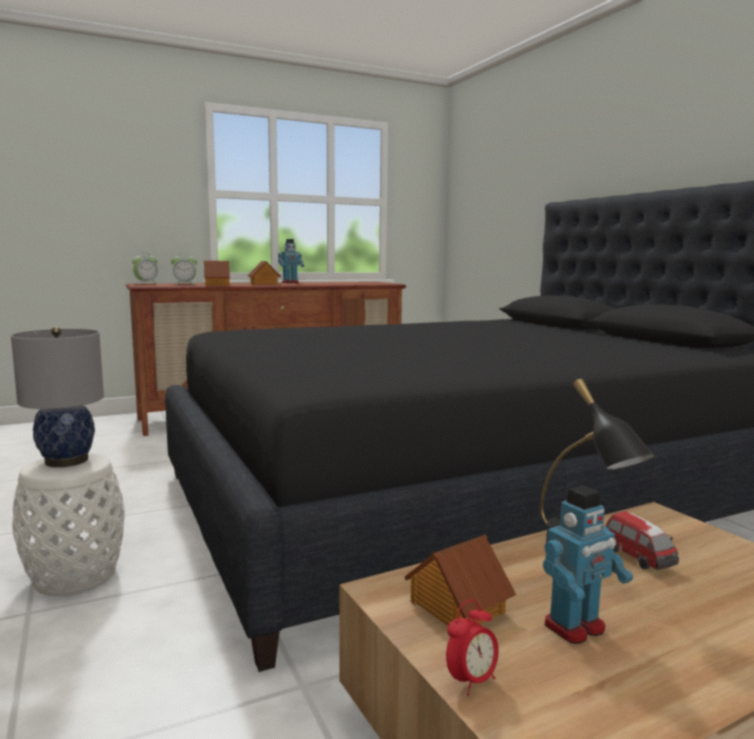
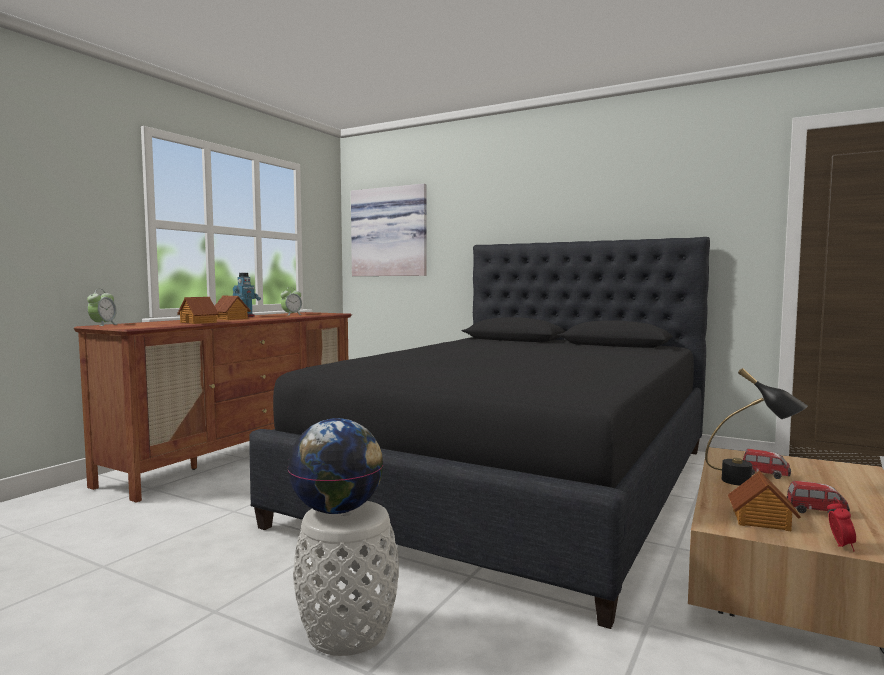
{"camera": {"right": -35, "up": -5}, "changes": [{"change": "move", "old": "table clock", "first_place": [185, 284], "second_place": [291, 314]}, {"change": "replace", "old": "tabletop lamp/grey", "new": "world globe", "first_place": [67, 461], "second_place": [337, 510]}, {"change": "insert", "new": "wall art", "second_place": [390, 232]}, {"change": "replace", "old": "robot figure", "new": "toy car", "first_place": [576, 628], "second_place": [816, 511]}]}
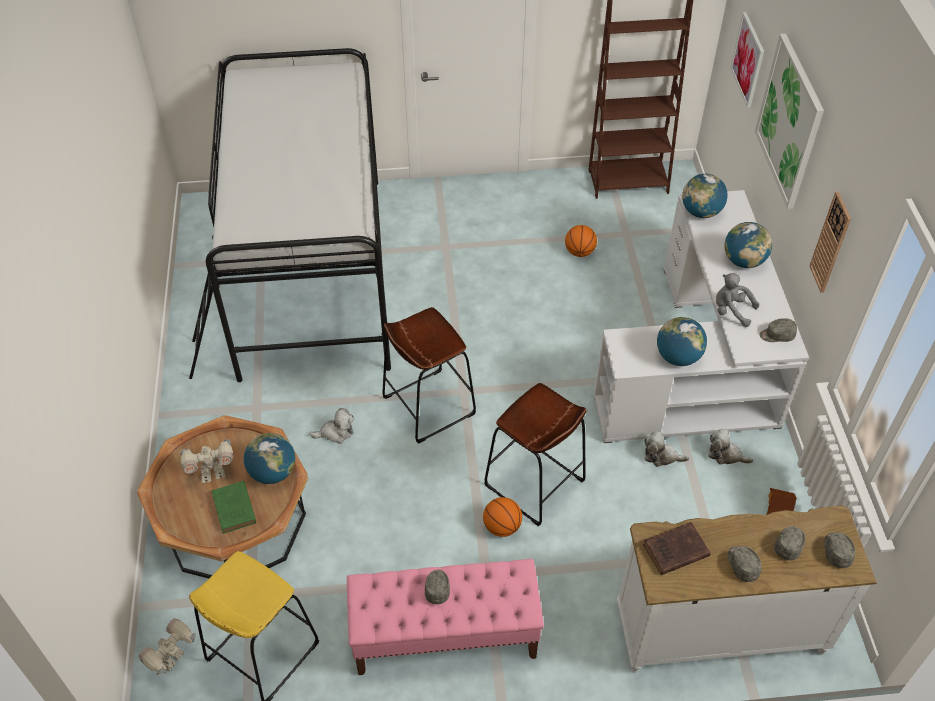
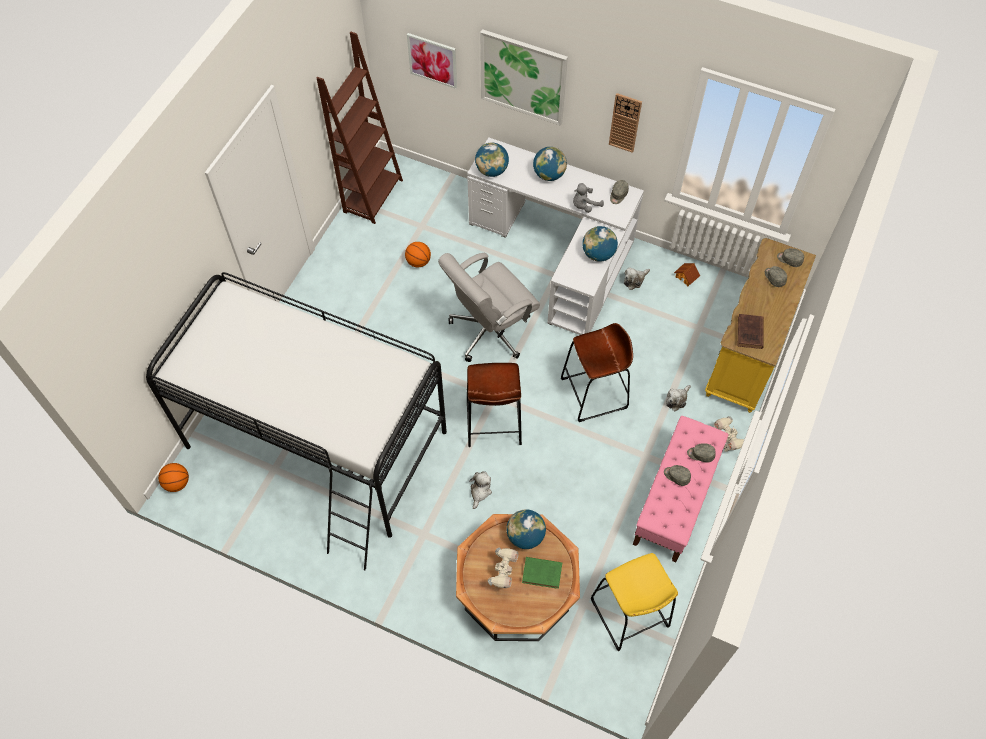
{"camera": {"right": -60, "up": 10}, "changes": [{"change": "move", "old": "ball for basketball", "first_place": [502, 527], "second_place": [177, 483]}, {"change": "insert", "new": "office chair/grey", "second_place": [490, 330]}, {"change": "move", "old": "cuddly toy", "first_place": [661, 456], "second_place": [677, 399]}, {"change": "move", "old": "peaked cap/grey", "first_place": [742, 565], "second_place": [700, 454]}, {"change": "recolor", "old": "chest of drawers/whitish", "new": "chest of drawers/yellow", "first_place": [718, 630], "second_place": [746, 355]}, {"change": "move", "old": "robot figure", "first_place": [174, 660], "second_place": [725, 443]}]}
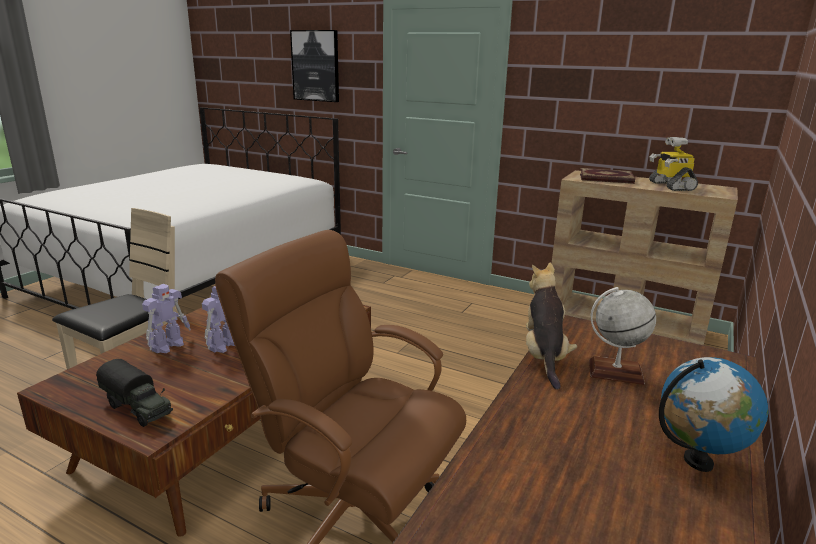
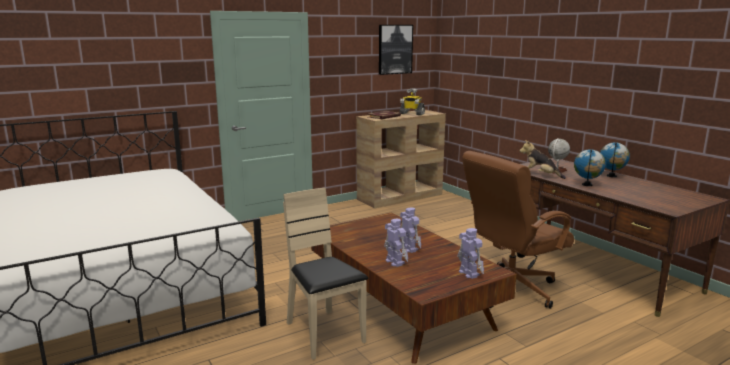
{"camera": {"right": -60, "up": -5}, "changes": [{"change": "move", "old": "wall art", "first_place": [316, 66], "second_place": [395, 49]}, {"change": "replace", "old": "model truck", "new": "robot figure", "first_place": [138, 408], "second_place": [468, 273]}, {"change": "insert", "new": "world globe", "second_place": [587, 185]}]}
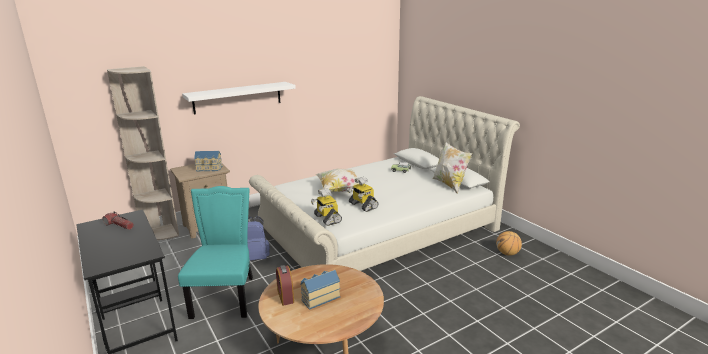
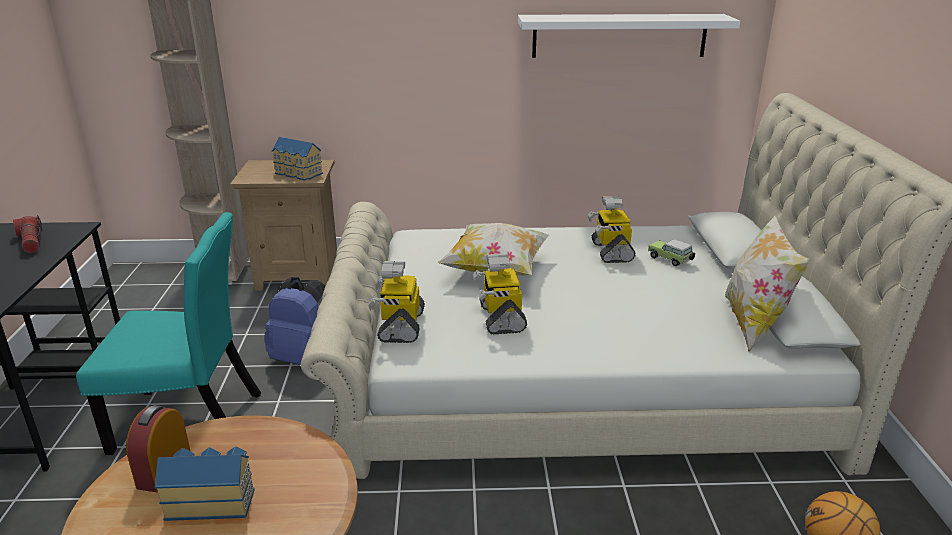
{"camera": {"right": 30, "up": 5}, "changes": [{"change": "rotate", "old": "upright chair/turquoise-coloured", "first_place": [225, 298], "second_place": [186, 420], "degrees": 60}, {"change": "move", "old": "wall shelf/whitish", "first_place": [238, 97], "second_place": [619, 35]}, {"change": "insert", "new": "robot figure", "second_place": [610, 251]}]}
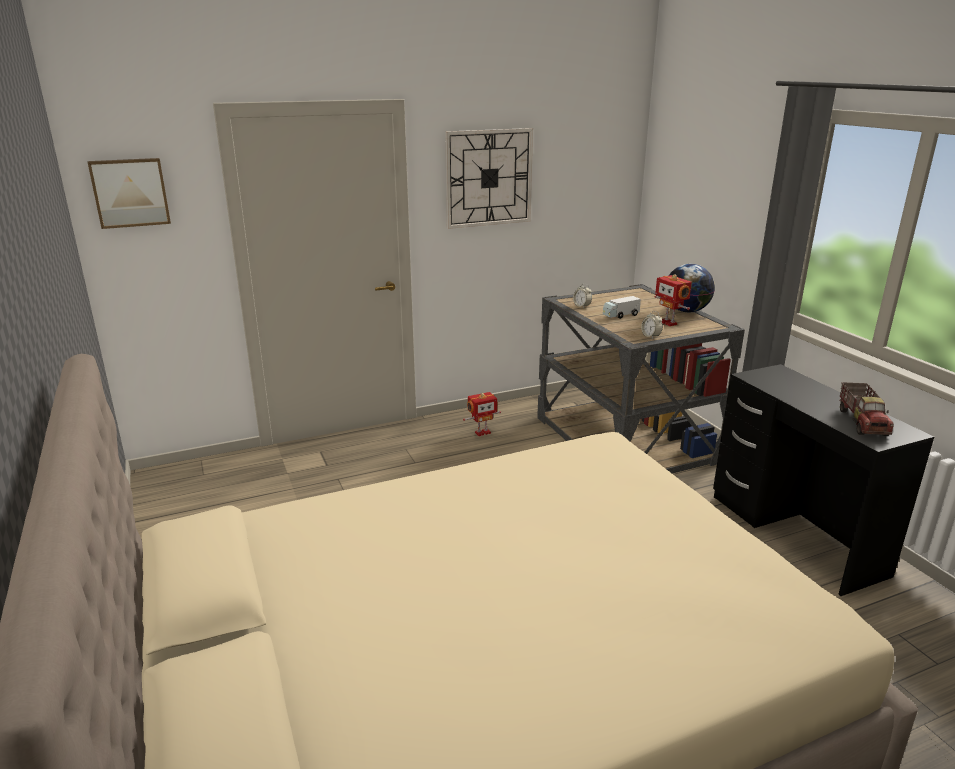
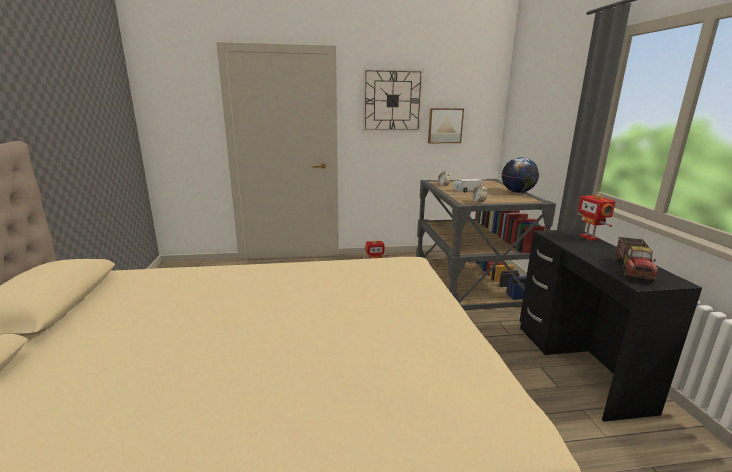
{"camera": {"right": 15, "up": -5}, "changes": [{"change": "move", "old": "wall art", "first_place": [130, 192], "second_place": [445, 125]}, {"change": "move", "old": "robot figure", "first_place": [669, 323], "second_place": [589, 237]}]}
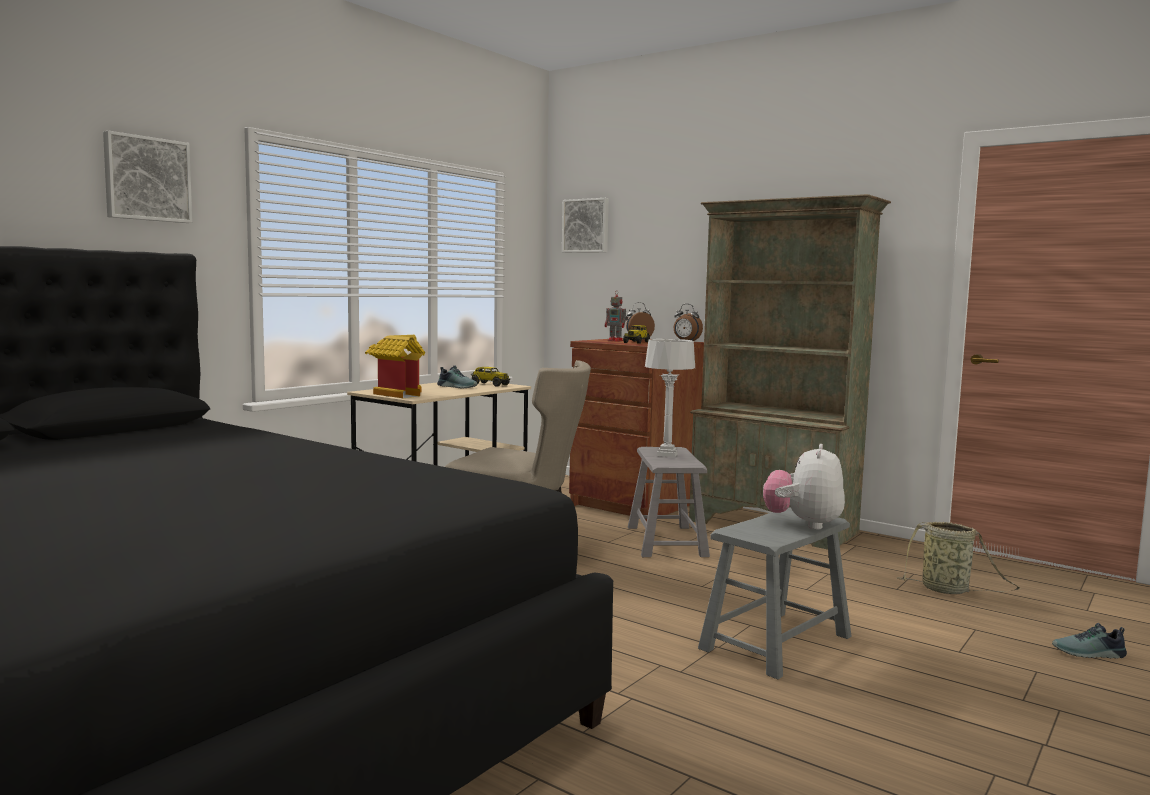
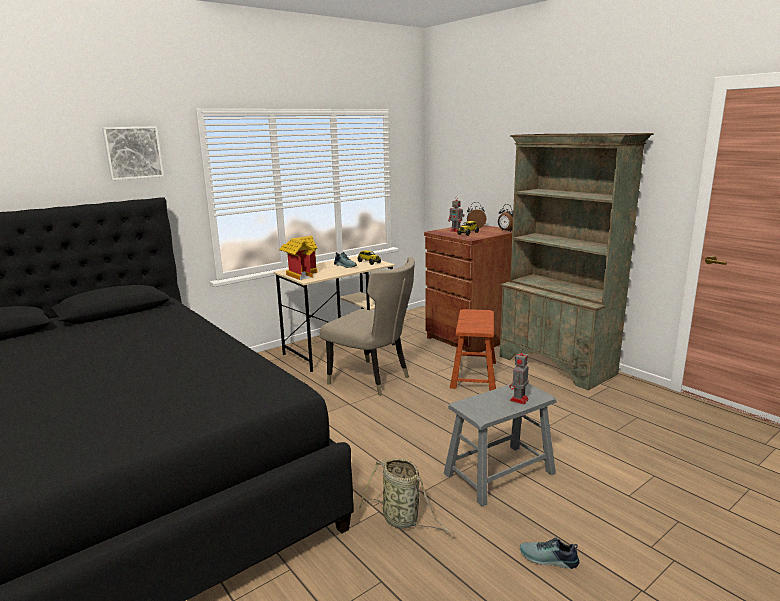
{"camera": {"right": 15, "up": 10}, "changes": [{"change": "move", "old": "household basket", "first_place": [948, 590], "second_place": [403, 520]}, {"change": "recolor", "old": "stool/grey", "new": "stool/brown-coloured", "first_place": [666, 541], "second_place": [473, 374]}, {"change": "replace", "old": "cuddly toy", "new": "robot figure", "first_place": [803, 524], "second_place": [518, 400]}, {"change": "move", "old": "item of footwear", "first_place": [1089, 654], "second_place": [548, 559]}, {"change": "delete", "old": "wall art", "first_place": [586, 226]}, {"change": "delete", "old": "tabletop lamp/grey", "first_place": [666, 454]}]}
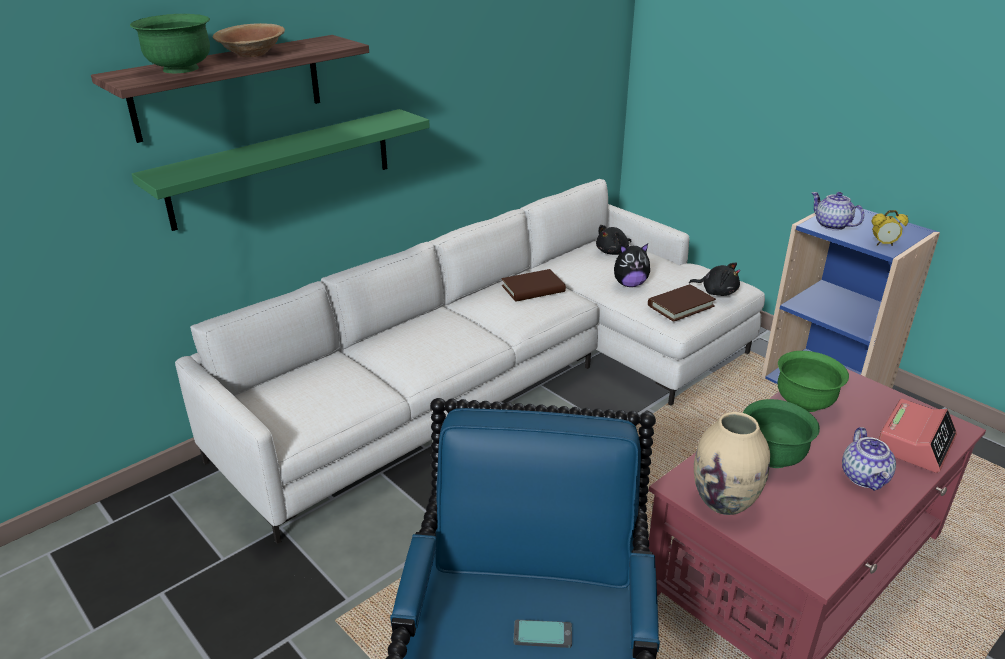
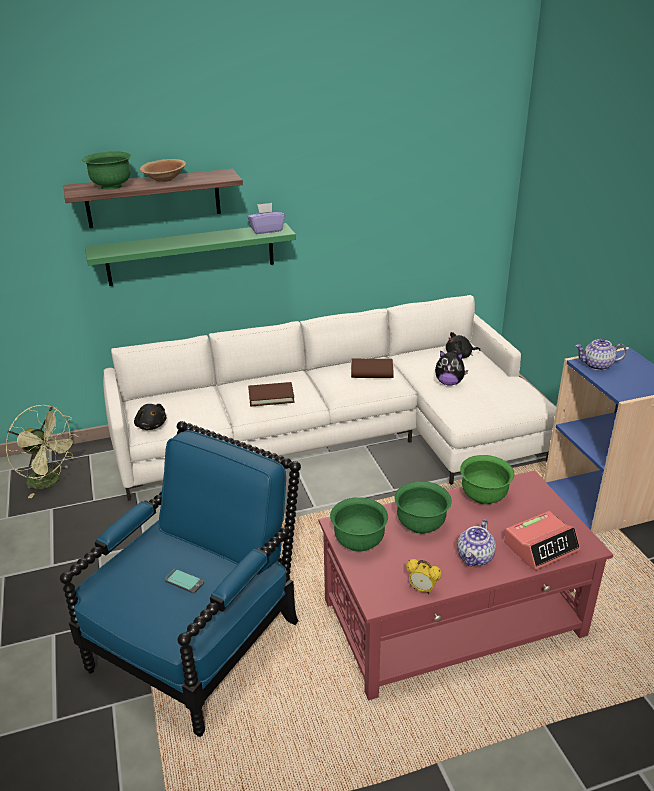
{"camera": {"right": 25, "up": 0}, "changes": [{"change": "insert", "new": "cooling fan/greenish", "second_place": [50, 481]}, {"change": "move", "old": "cuddly toy/blackish", "first_place": [717, 292], "second_place": [151, 425]}, {"change": "insert", "new": "box of tissues/purple-coloured", "second_place": [266, 230]}, {"change": "move", "old": "bound book/brown-coloured", "first_place": [680, 306], "second_place": [271, 396]}, {"change": "replace", "old": "vase/beige", "new": "bowl/greenish", "first_place": [725, 501], "second_place": [359, 542]}, {"change": "move", "old": "table clock", "first_place": [883, 244], "second_place": [422, 589]}, {"change": "rotate", "old": "teapot", "first_place": [831, 225], "second_place": [597, 365], "degrees": -75}]}
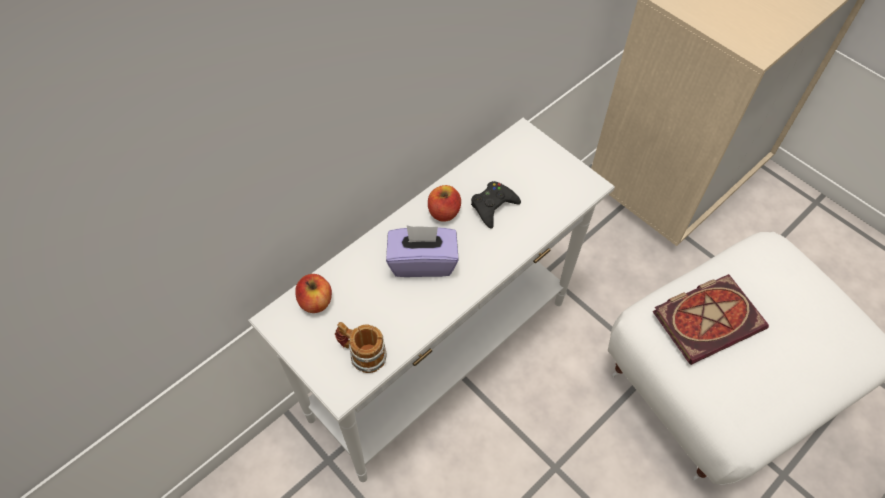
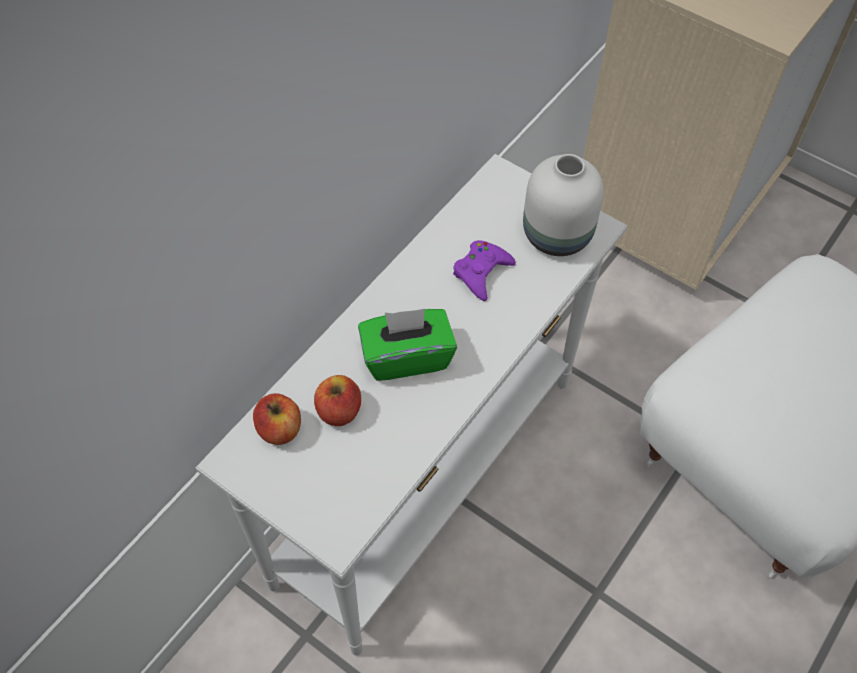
{"camera": {"right": -10, "up": 0}, "changes": [{"change": "move", "old": "apple fruit", "first_place": [444, 212], "second_place": [339, 411]}, {"change": "recolor", "old": "box of tissues/purple-coloured", "new": "box of tissues/greenish", "first_place": [422, 262], "second_place": [407, 357]}, {"change": "recolor", "old": "gamepad/blackish", "new": "gamepad/purple-coloured", "first_place": [493, 206], "second_place": [481, 272]}, {"change": "insert", "new": "vase/whitish", "second_place": [559, 235]}, {"change": "delete", "old": "mug", "first_place": [362, 354]}, {"change": "delete", "old": "bound book", "first_place": [709, 318]}]}
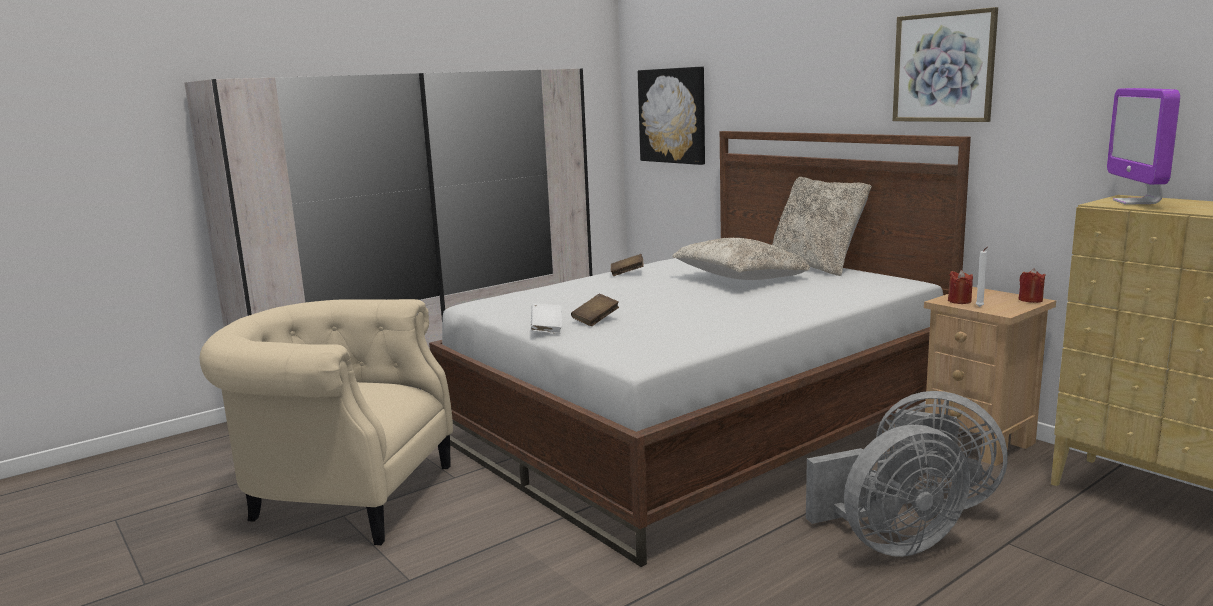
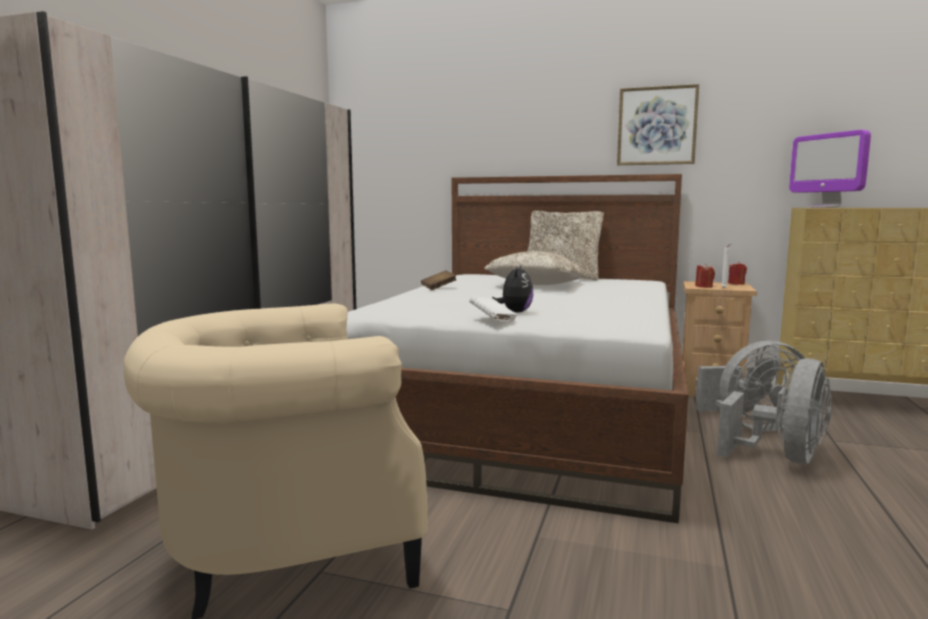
{"camera": {"right": -35, "up": -5}, "changes": [{"change": "replace", "old": "bound book/brown-coloured", "new": "cuddly toy", "first_place": [595, 320], "second_place": [515, 312]}, {"change": "delete", "old": "wall art", "first_place": [672, 115]}]}
